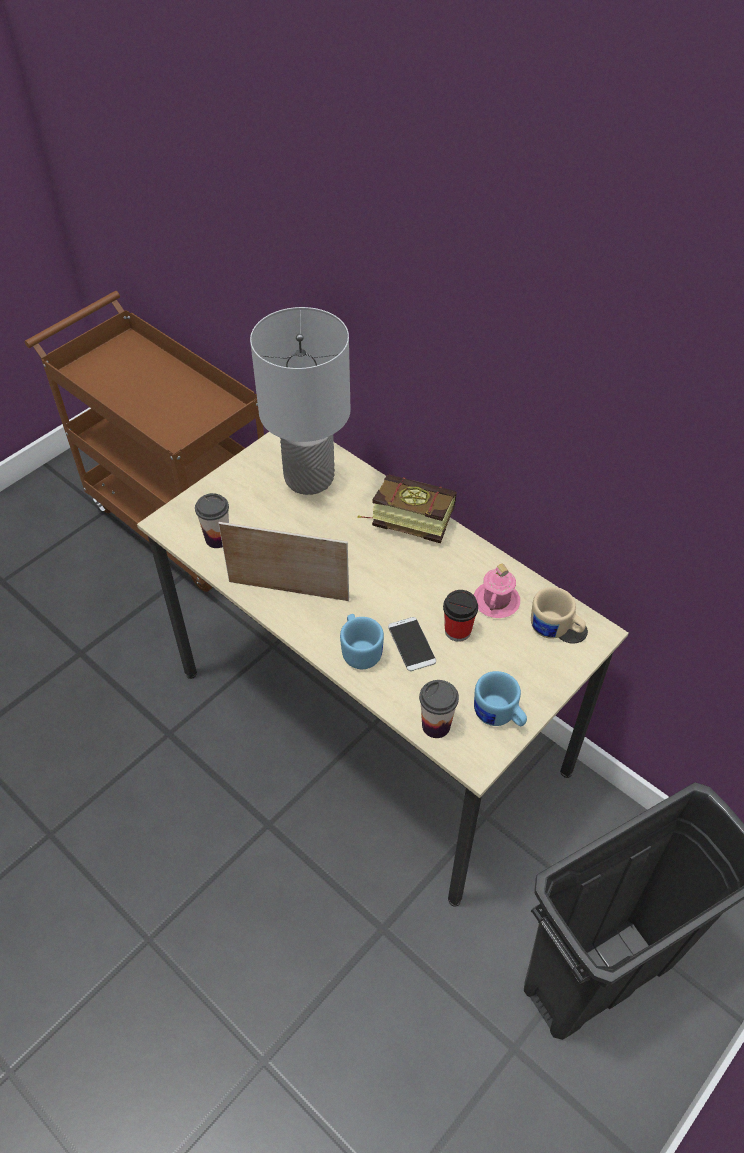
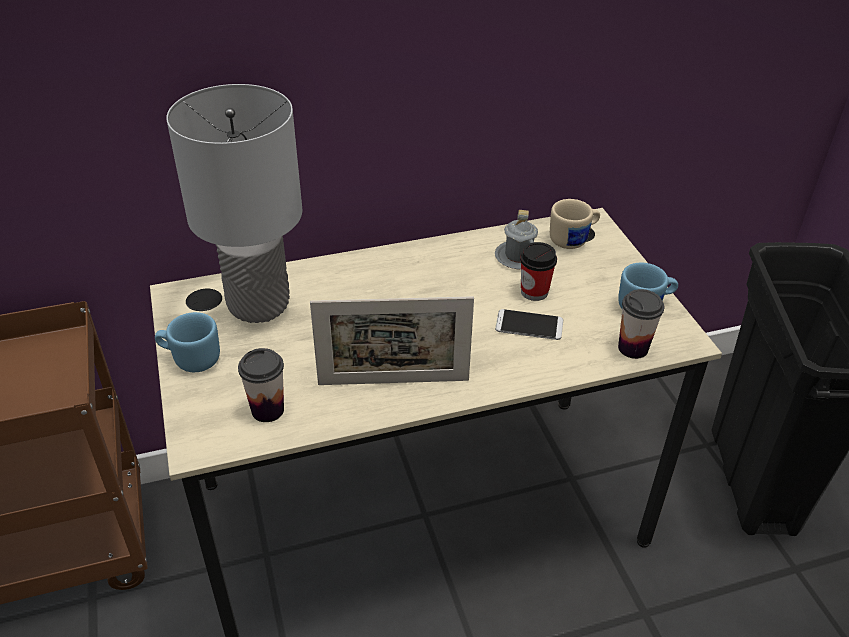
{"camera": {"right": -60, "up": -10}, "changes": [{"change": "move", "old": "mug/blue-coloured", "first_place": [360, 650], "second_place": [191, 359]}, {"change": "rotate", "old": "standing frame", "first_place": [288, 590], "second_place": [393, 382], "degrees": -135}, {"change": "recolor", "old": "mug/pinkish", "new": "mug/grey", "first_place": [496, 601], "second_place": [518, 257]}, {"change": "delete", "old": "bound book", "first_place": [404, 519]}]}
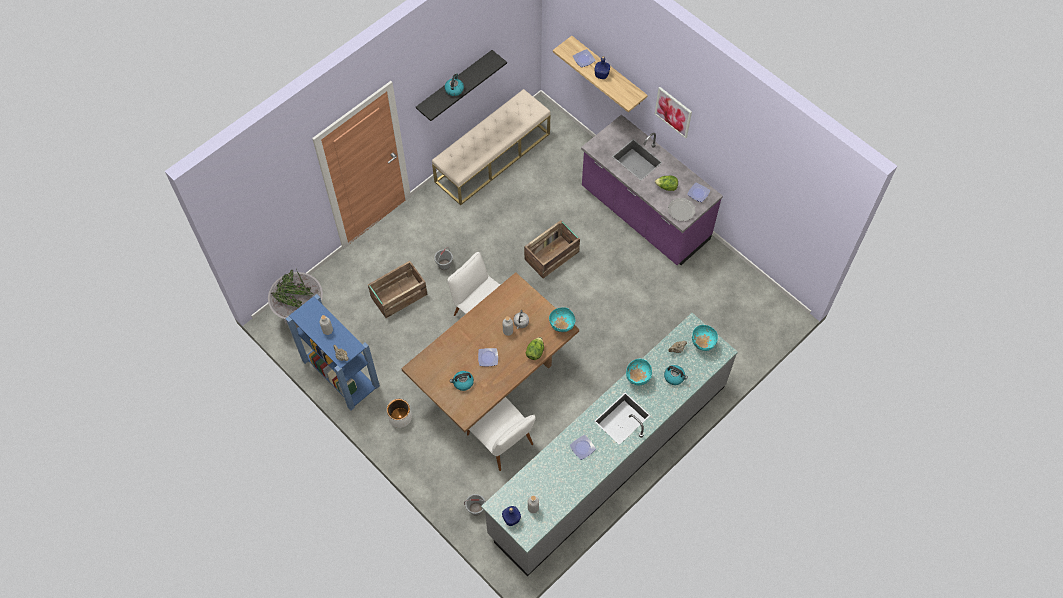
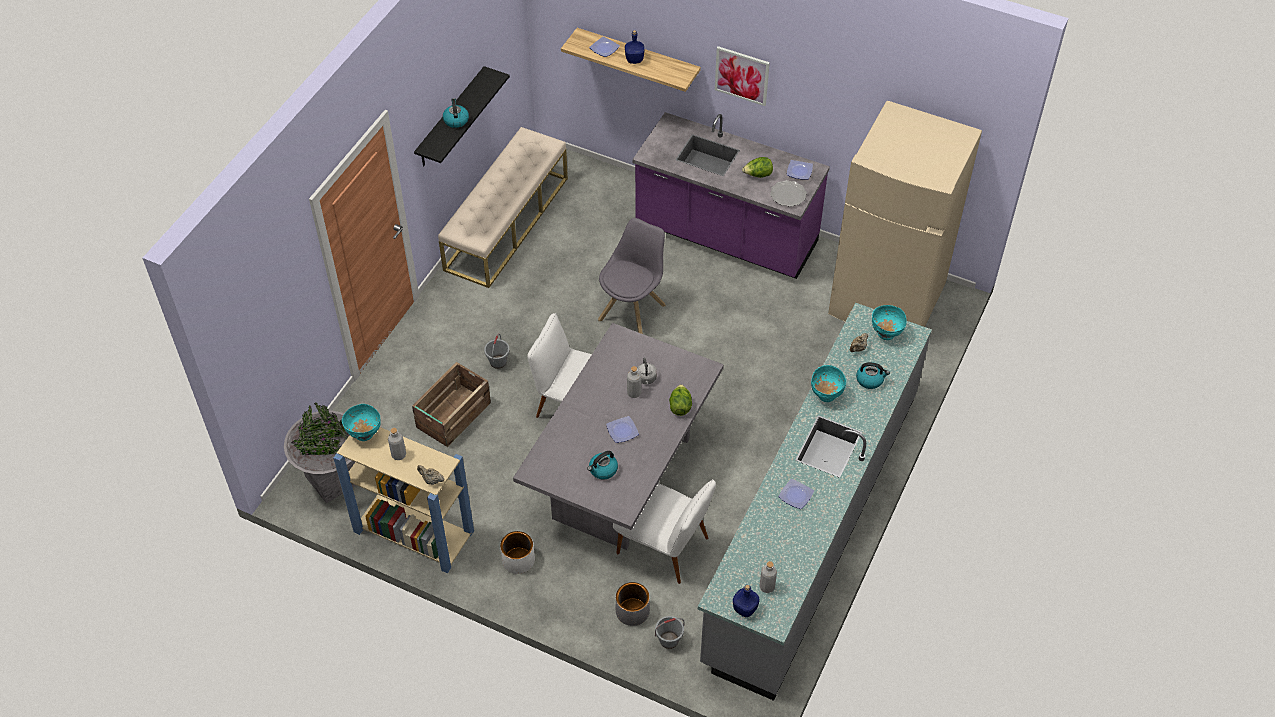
{"camera": {"right": -20, "up": -10}, "changes": [{"change": "recolor", "old": "shelving unit/blue-coloured", "new": "shelving unit/beige", "first_place": [340, 372], "second_place": [413, 531]}, {"change": "move", "old": "bowl/turquoise-coloured", "first_place": [561, 327], "second_place": [364, 434]}, {"change": "recolor", "old": "dinner table/brown-coloured", "new": "dinner table/grey", "first_place": [493, 379], "second_place": [621, 477]}, {"change": "replace", "old": "packing crate", "new": "upright chair/grey", "first_place": [552, 255], "second_place": [633, 312]}, {"change": "insert", "new": "plant pot/grey", "second_place": [632, 611]}, {"change": "insert", "new": "refrigerator/beige", "second_place": [887, 299]}]}
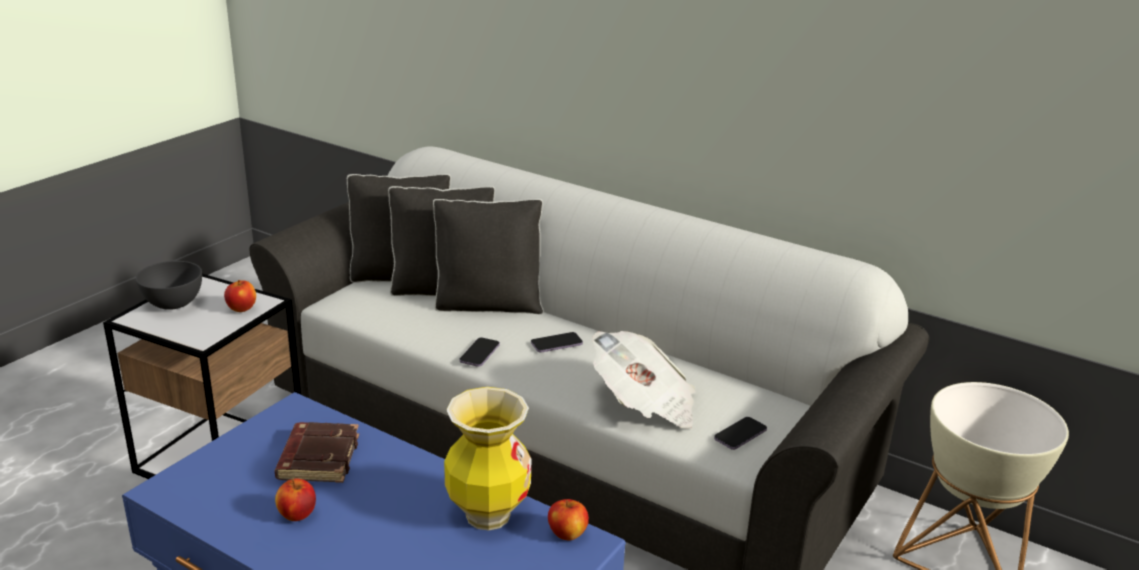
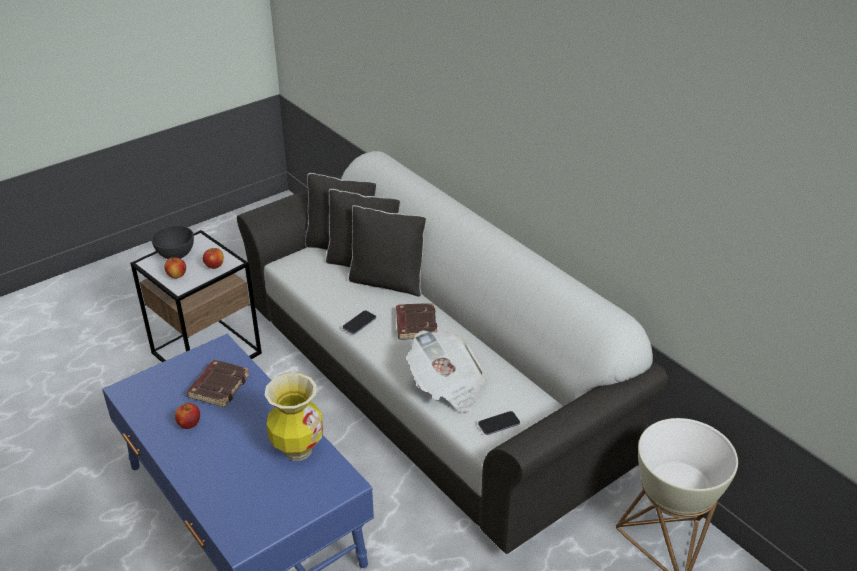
{"camera": {"right": 20, "up": 10}, "changes": [{"change": "move", "old": "apple fruit", "first_place": [567, 534], "second_place": [177, 275]}, {"change": "replace", "old": "phone", "new": "bound book/brown-coloured", "first_place": [556, 344], "second_place": [415, 325]}]}
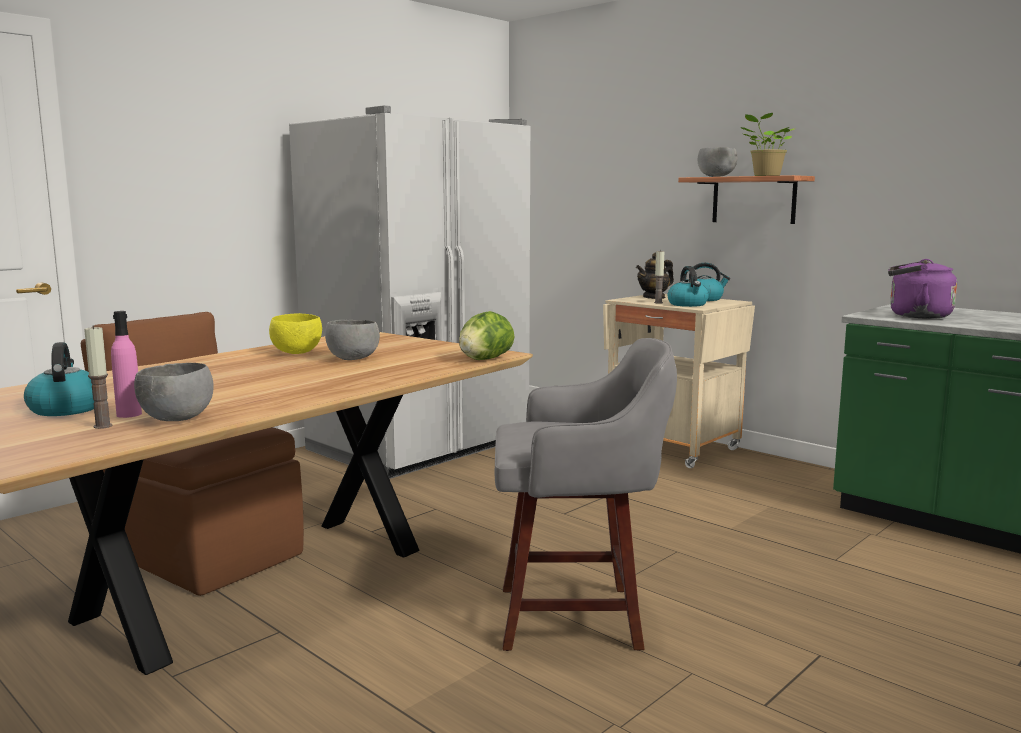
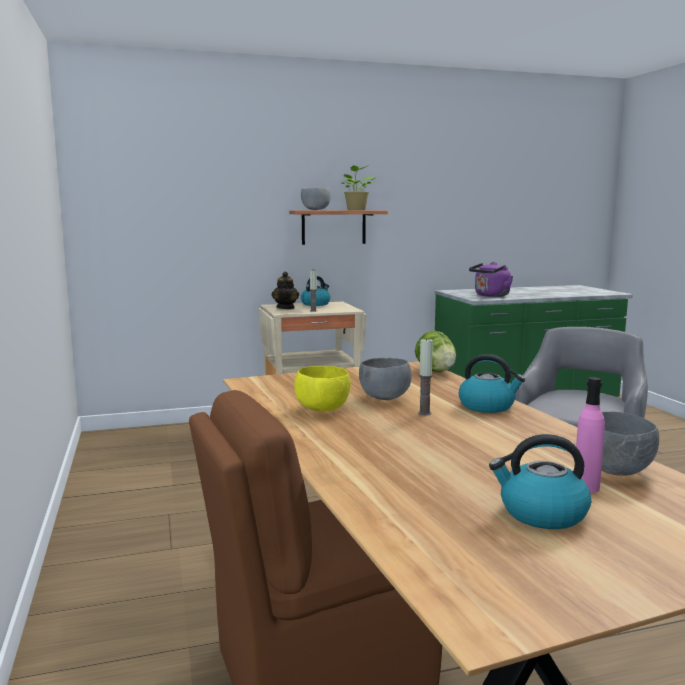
{"camera": {"right": -60, "up": 0}, "changes": [{"change": "move", "old": "wax light", "first_place": [102, 426], "second_place": [424, 413]}, {"change": "move", "old": "tea kettle", "first_place": [688, 304], "second_place": [487, 406]}, {"change": "delete", "old": "refrigerator/whitish", "first_place": [420, 445]}]}
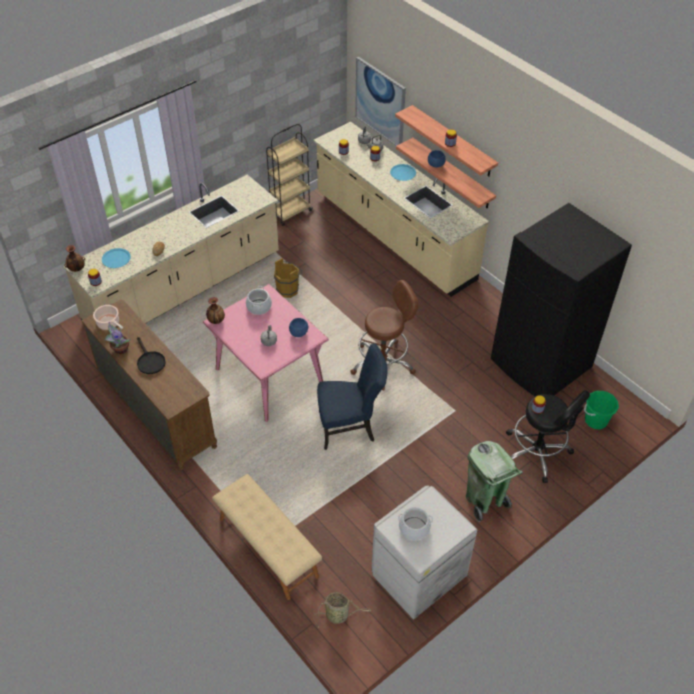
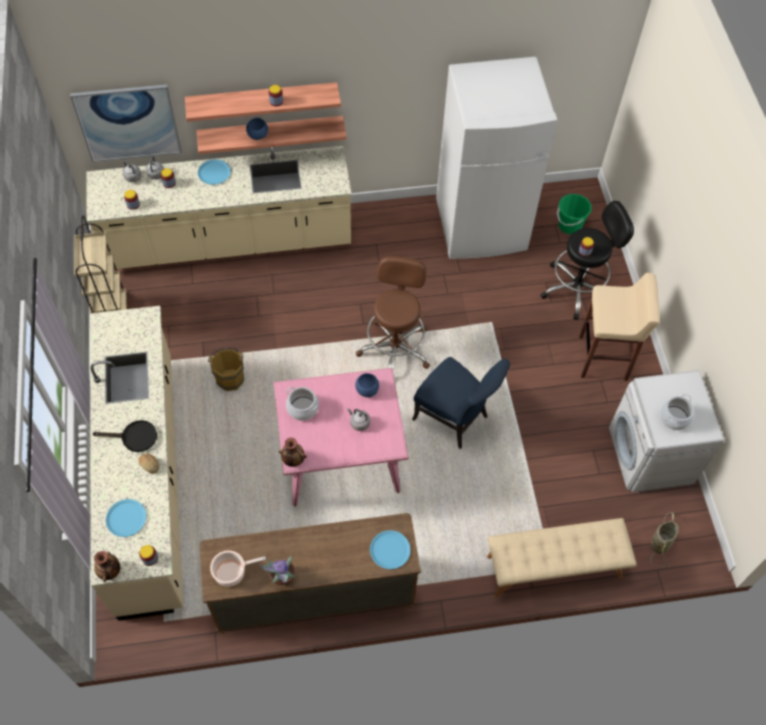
{"camera": {"right": -60, "up": 10}, "changes": [{"change": "move", "old": "pan/blackish", "first_place": [149, 361], "second_place": [134, 437]}, {"change": "insert", "new": "flat dish/blue-coloured", "second_place": [390, 550]}, {"change": "rotate", "old": "upright chair/blue-coloured", "first_place": [350, 427], "second_place": [455, 419], "degrees": 105}, {"change": "recolor", "old": "refrigerator/blackish", "new": "refrigerator/whitish", "first_place": [540, 363], "second_place": [481, 224]}, {"change": "replace", "old": "trash can/greenish", "new": "stool/beige", "first_place": [484, 501], "second_place": [604, 358]}]}
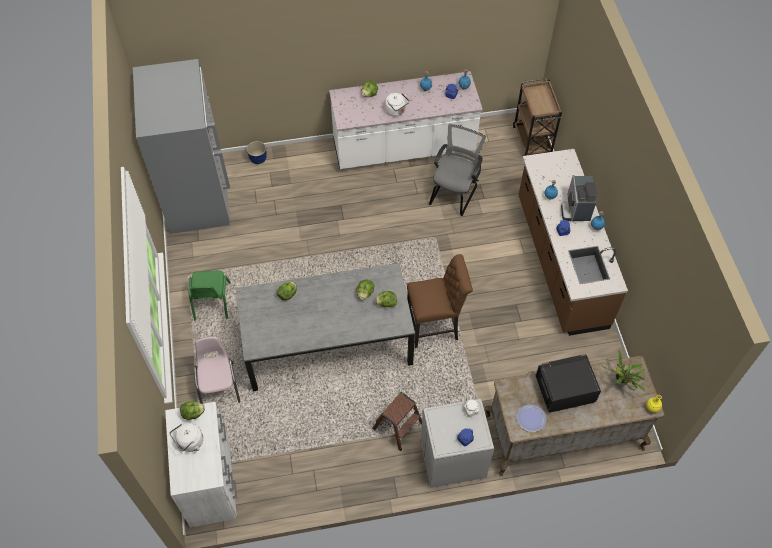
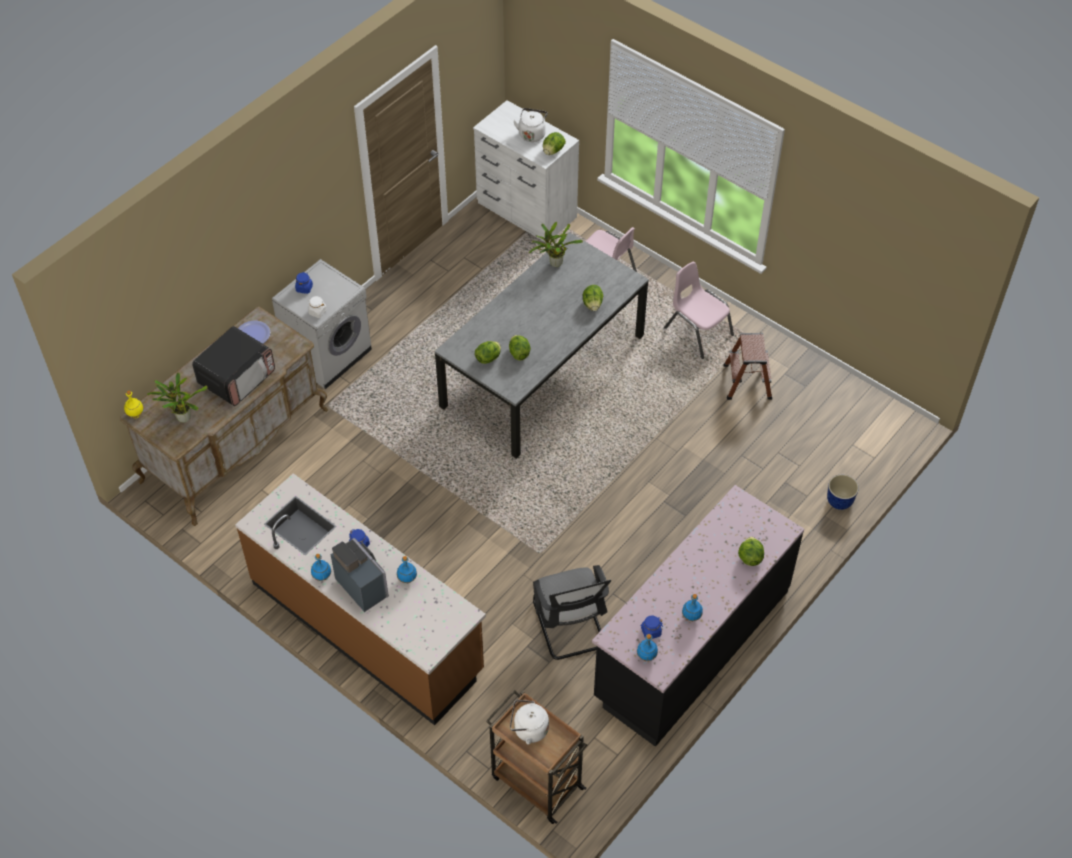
{"camera": {"right": 140, "up": -5}, "changes": [{"change": "move", "old": "tea kettle/whitish", "first_place": [396, 111], "second_place": [528, 729]}, {"change": "insert", "new": "potted plant", "second_place": [554, 263]}, {"change": "recolor", "old": "kitchen counter/whitish", "new": "kitchen counter/blackish", "first_place": [404, 148], "second_place": [691, 644]}, {"change": "recolor", "old": "upright chair/greenish", "new": "upright chair/pinkish", "first_place": [211, 301], "second_place": [698, 331]}, {"change": "move", "old": "step stool/brown-coloured", "first_place": [398, 426], "second_place": [747, 382]}, {"change": "delete", "old": "refrigerator/grey", "first_place": [197, 195]}, {"change": "delete", "old": "stool/brown-coloured", "first_place": [435, 326]}]}
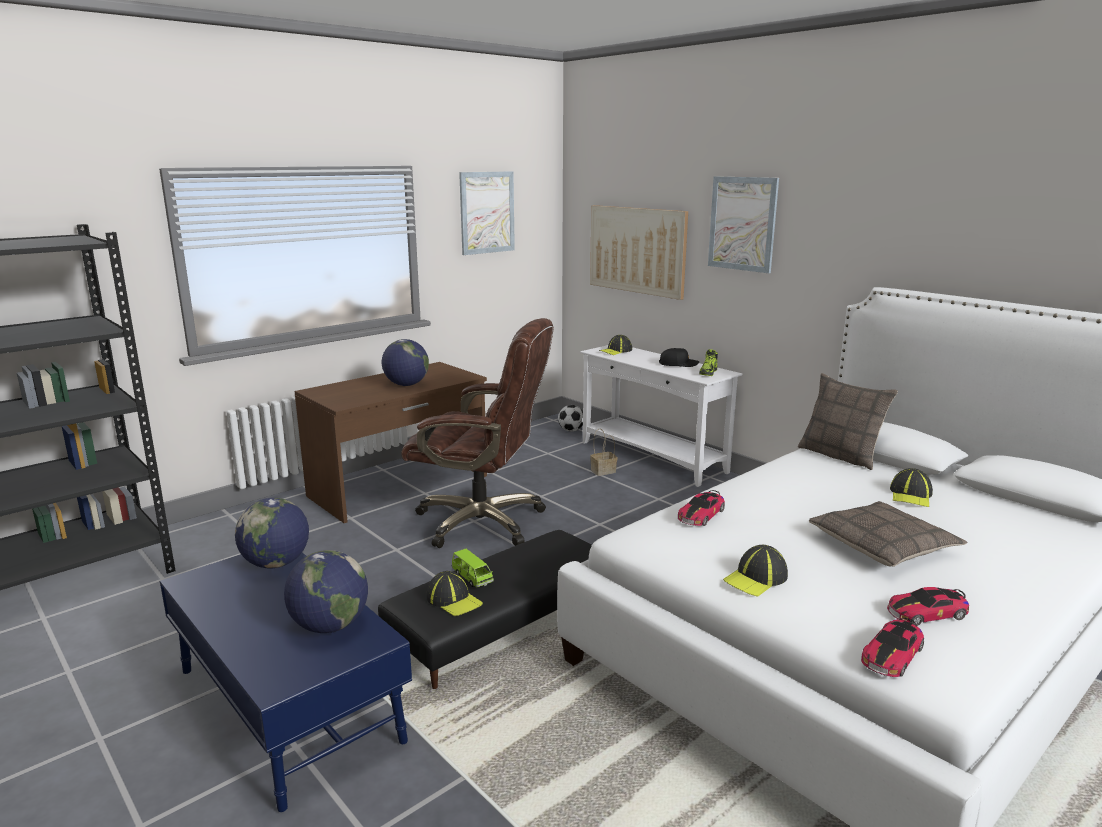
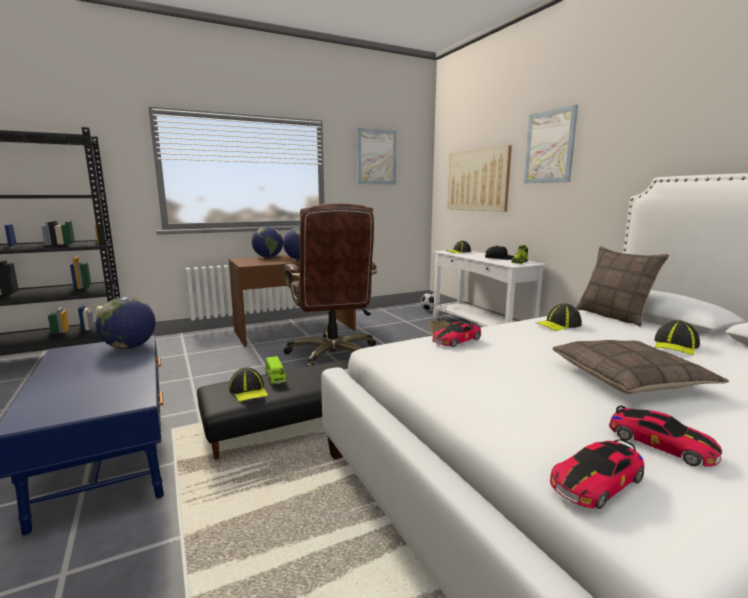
{"camera": {"right": 15, "up": -5}, "changes": [{"change": "move", "old": "world globe", "first_place": [330, 626], "second_place": [268, 257]}, {"change": "rotate", "old": "office chair/brown-coloured", "first_place": [480, 521], "second_place": [333, 354], "degrees": 45}, {"change": "move", "old": "peaked cap", "first_place": [756, 578], "second_place": [558, 324]}, {"change": "rotate", "old": "toy car", "first_place": [926, 613], "second_place": [661, 444], "degrees": -135}]}
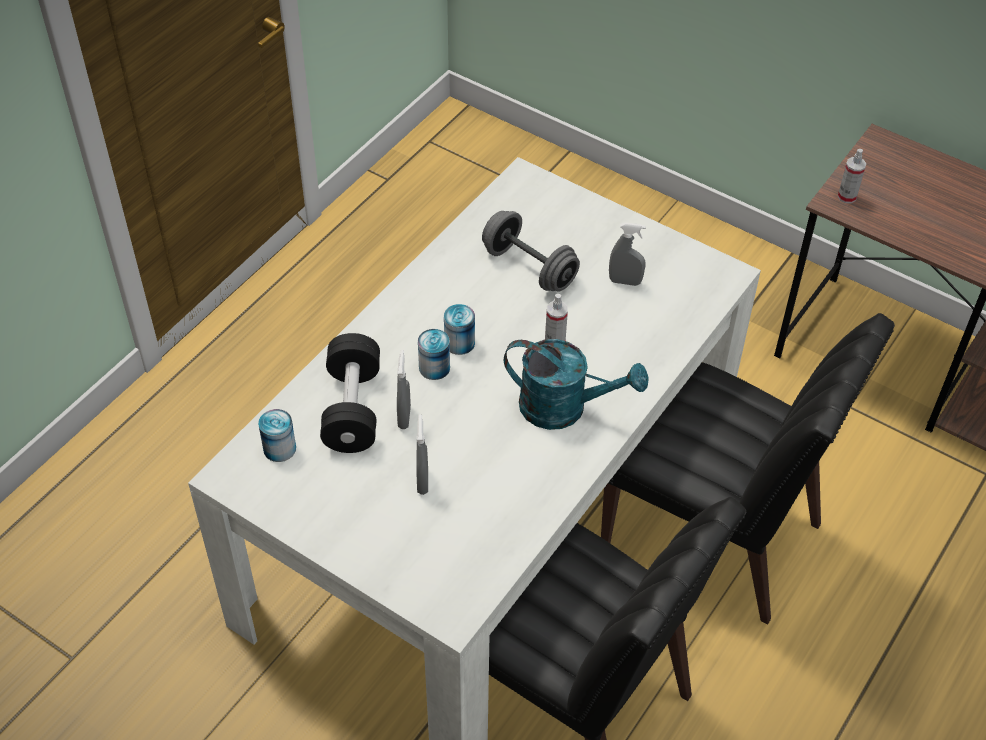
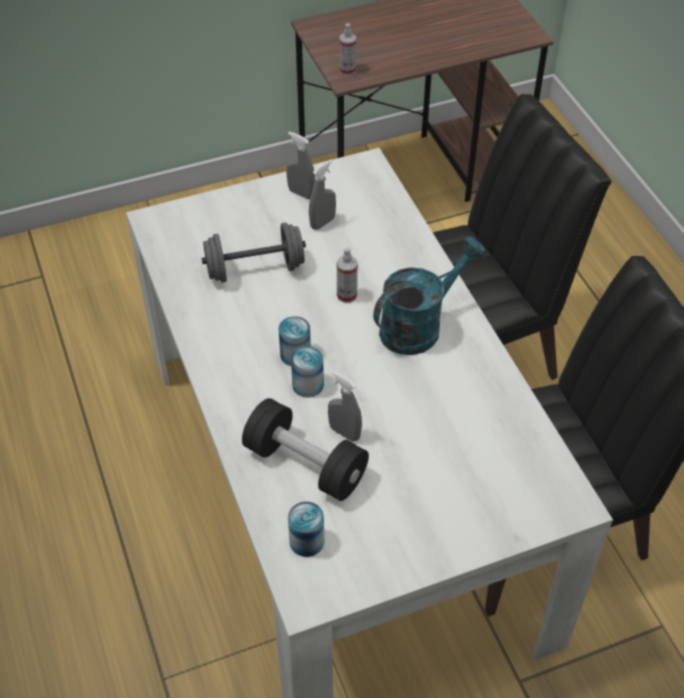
{"camera": {"right": -55, "up": 0}, "changes": [{"change": "move", "old": "hand sprayer/grey", "first_place": [422, 481], "second_place": [301, 193]}]}
